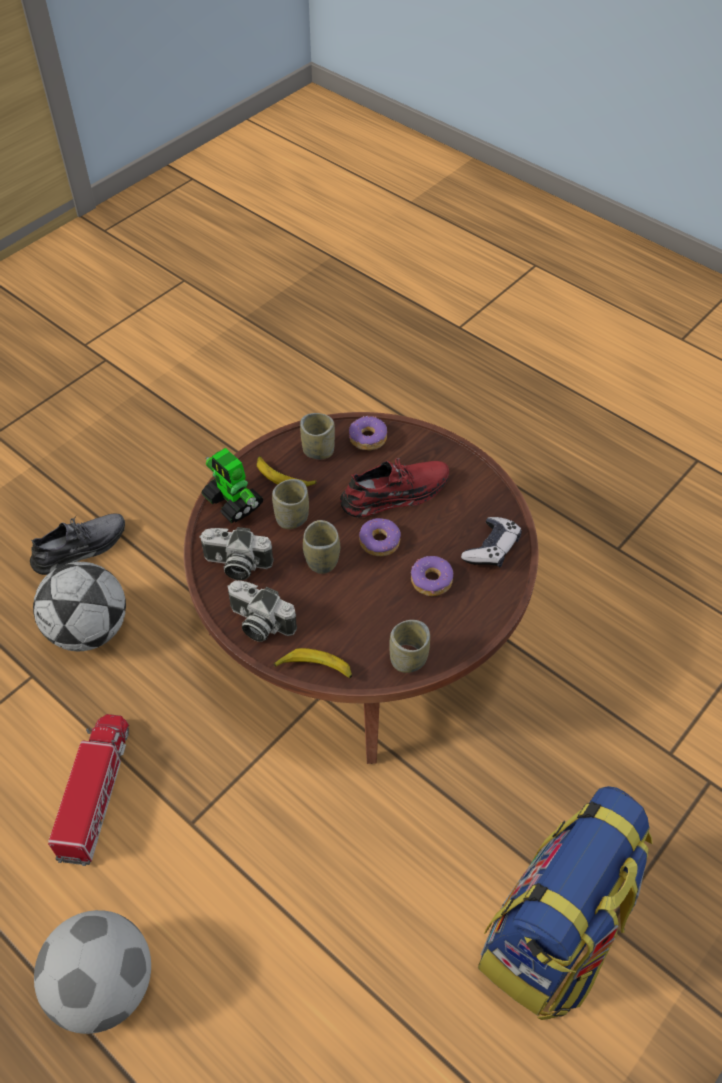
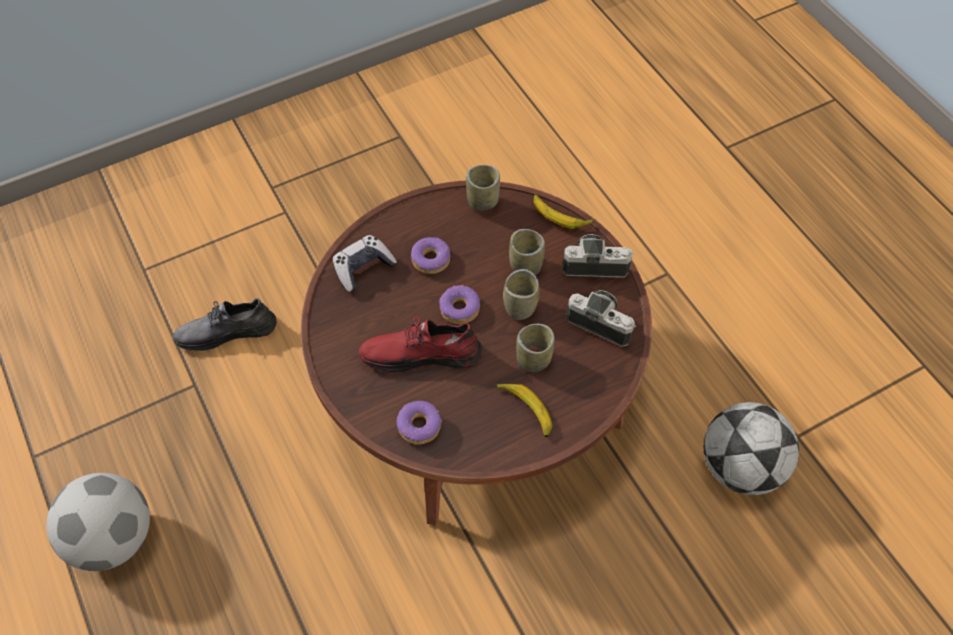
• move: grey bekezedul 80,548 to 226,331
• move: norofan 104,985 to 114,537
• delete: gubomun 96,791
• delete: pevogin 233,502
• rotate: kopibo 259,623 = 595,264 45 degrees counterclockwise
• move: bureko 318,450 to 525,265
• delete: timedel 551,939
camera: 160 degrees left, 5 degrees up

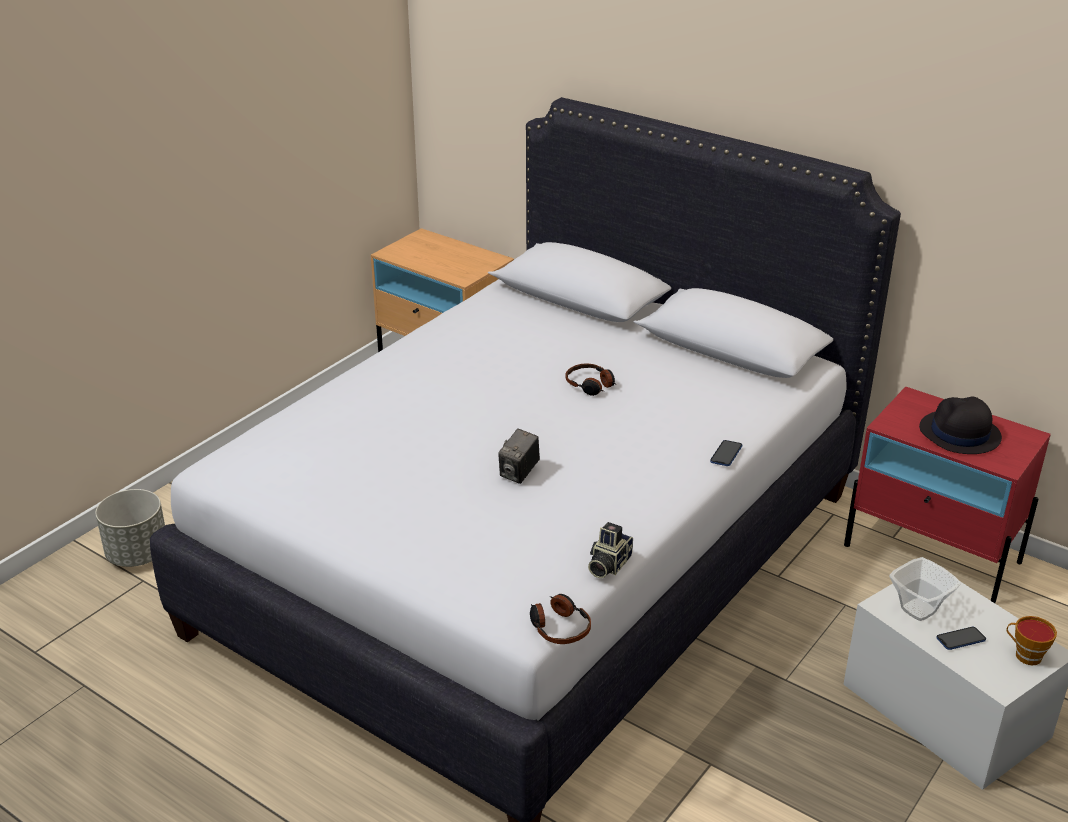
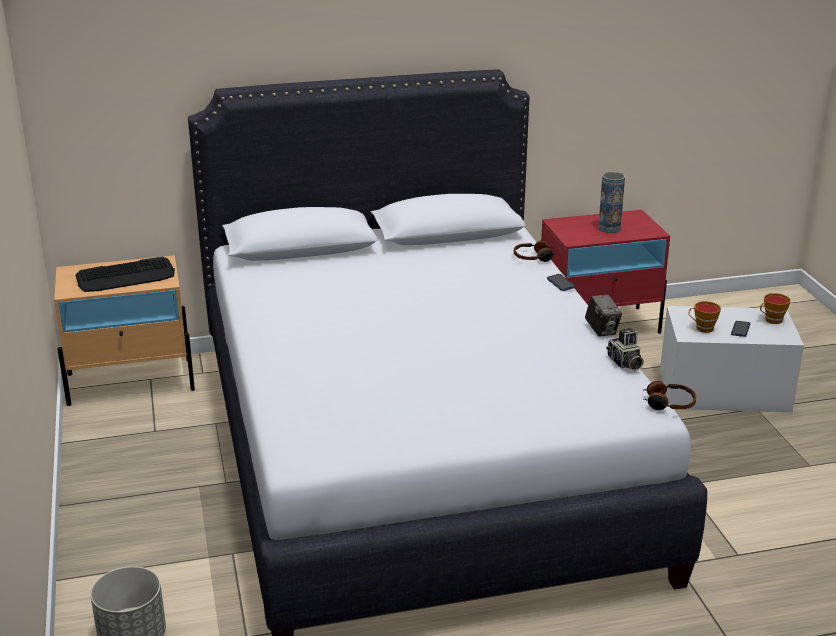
• move: kopibo 519,473 to 602,330
• move: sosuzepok 590,385 to 534,257
• replace: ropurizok 916,609 to bureko 702,328
• replace: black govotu 959,434 to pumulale 609,228
• insert: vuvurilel 126,276
camera: 50 degrees left, 5 degrees down

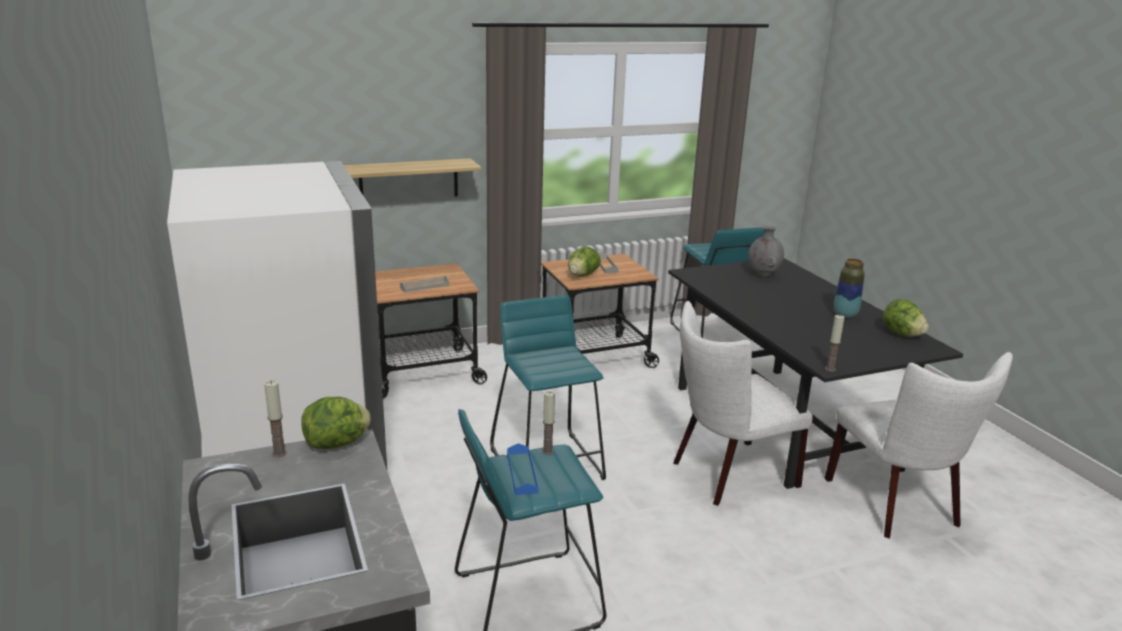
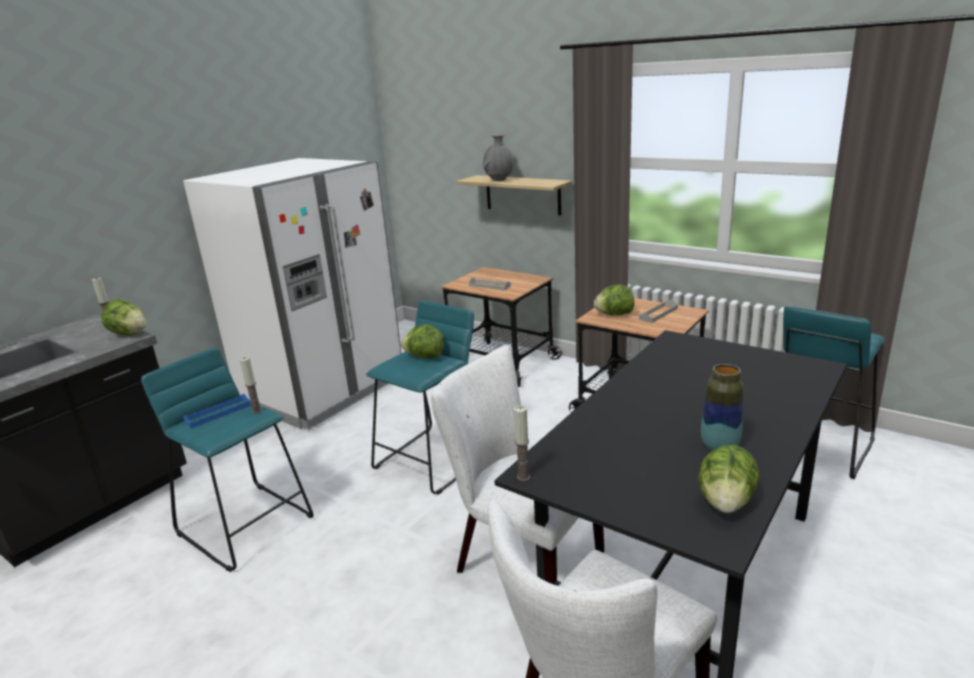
• move: grey pumulale 763,274 to 499,180
• insert: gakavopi 424,357
camera: 60 degrees right, 0 degrees up

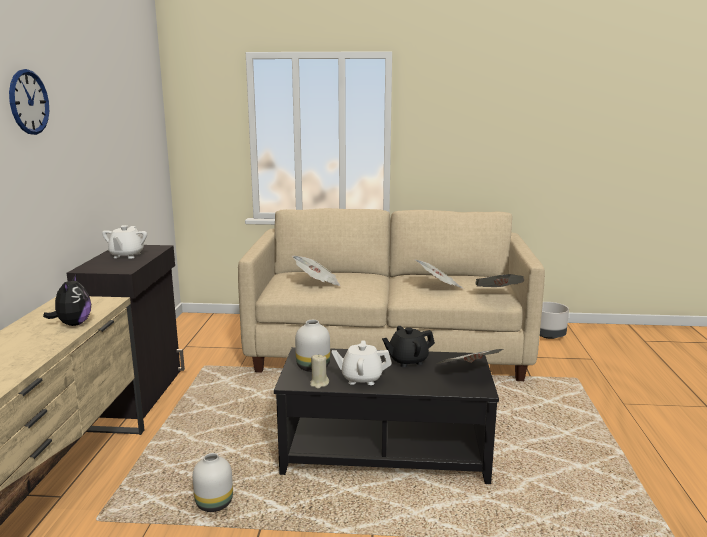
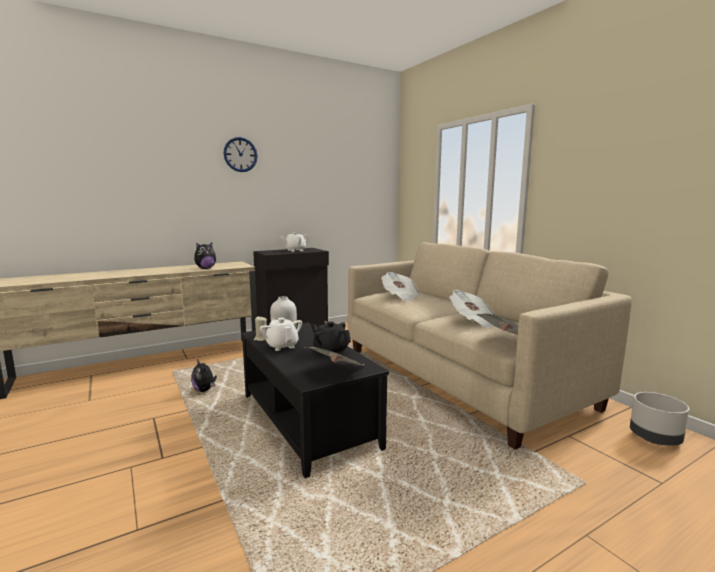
• replace: white pumulale 215,503 to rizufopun 204,390
camera: 55 degrees right, 5 degrees down

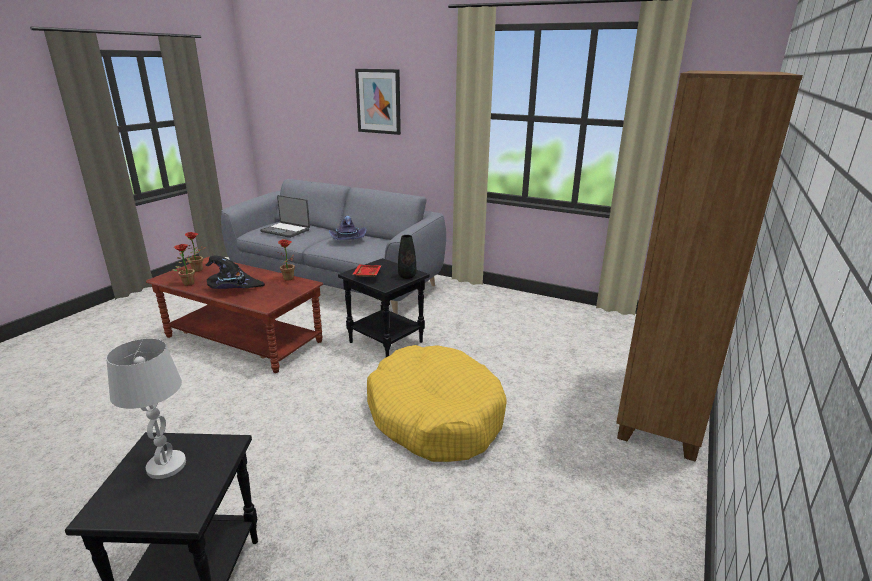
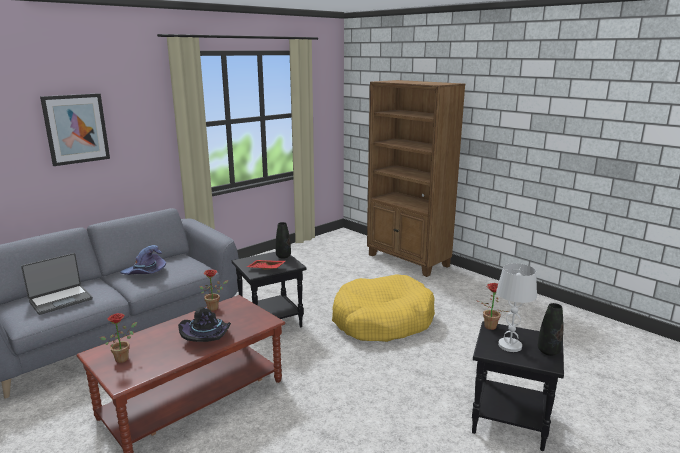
• move: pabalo 187,283 to 488,327
• insert: black pumulale 548,351
camera: 70 degrees left, 5 degrees down

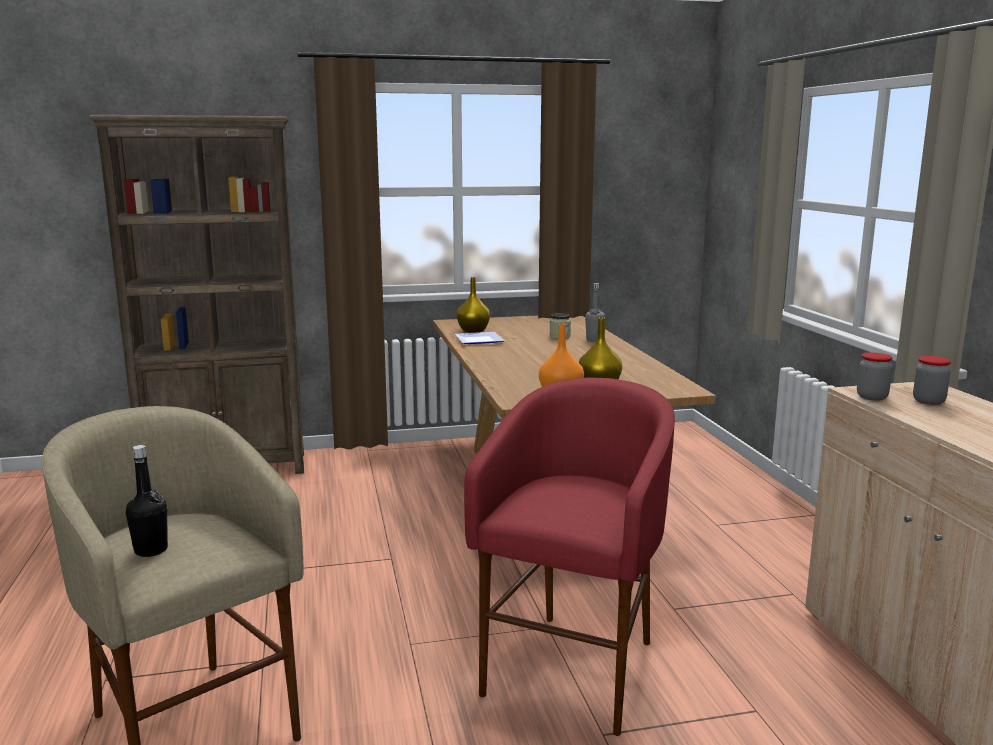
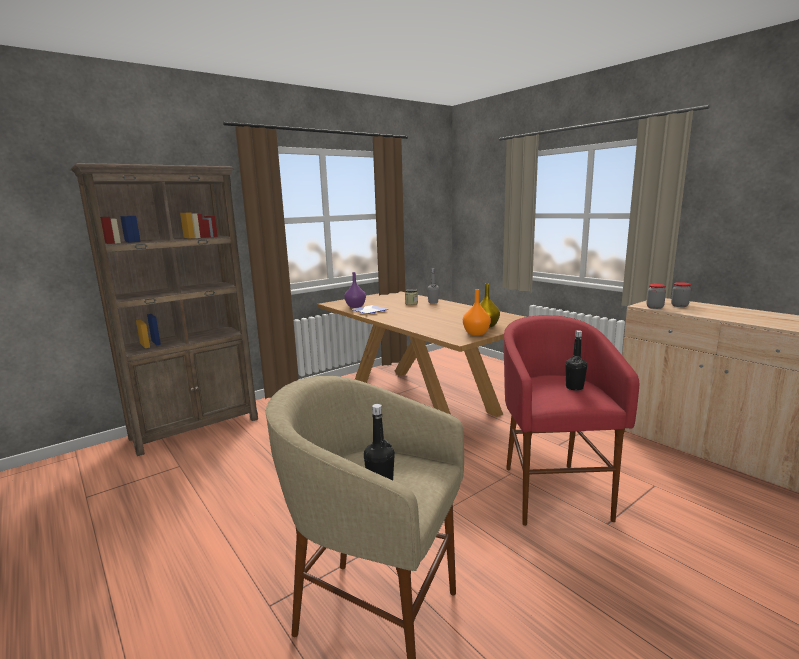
• recolor: yellow pumulale 473,331 to purple pumulale 356,306
• insert: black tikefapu 574,387
camera: 25 degrees left, 0 degrees up

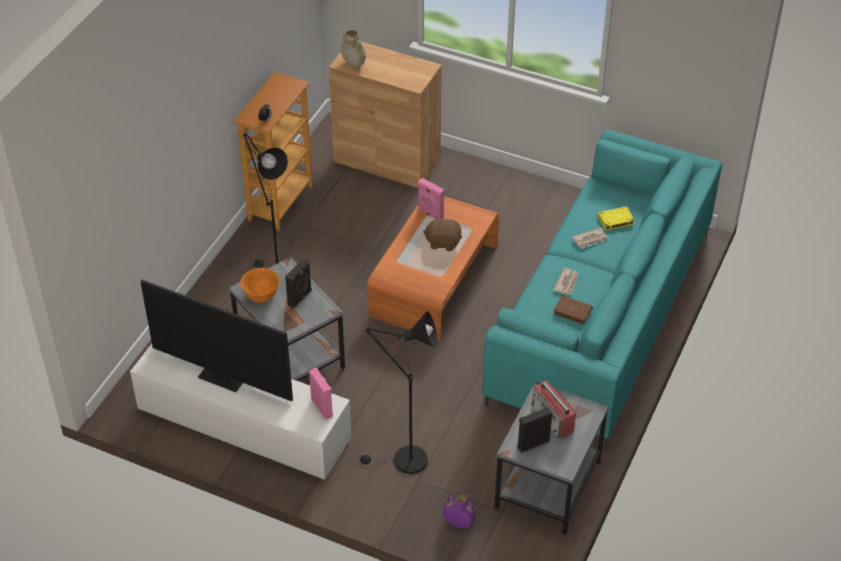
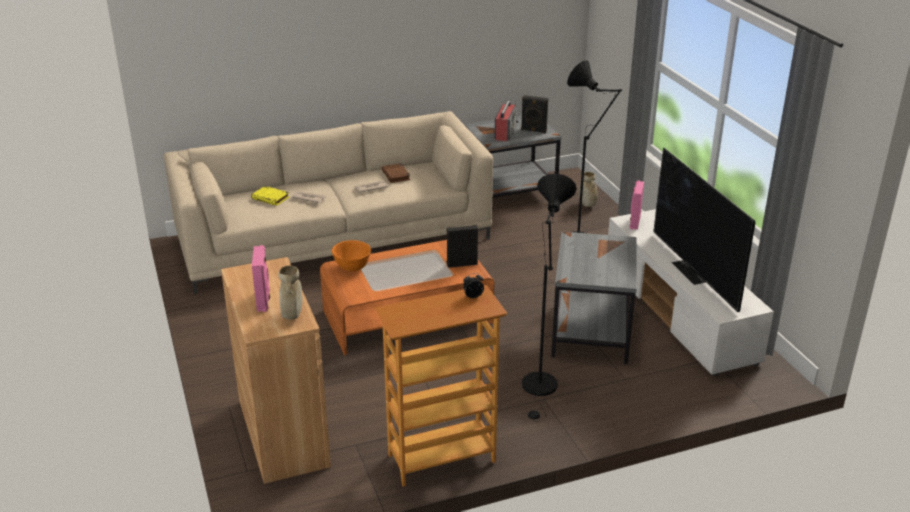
• move: orange ropurizok 261,295 to 352,267
• move: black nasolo 300,298 to 462,264
• move: pink nasolo 430,214 to 264,301
• delete: brown rizufopun 443,242
• recolor: purple pumulale 458,523 to beige pumulale 587,205
• recolor: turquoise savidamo 601,314 to beige savidamo 334,237
camera: 135 degrees left, 15 degrees down

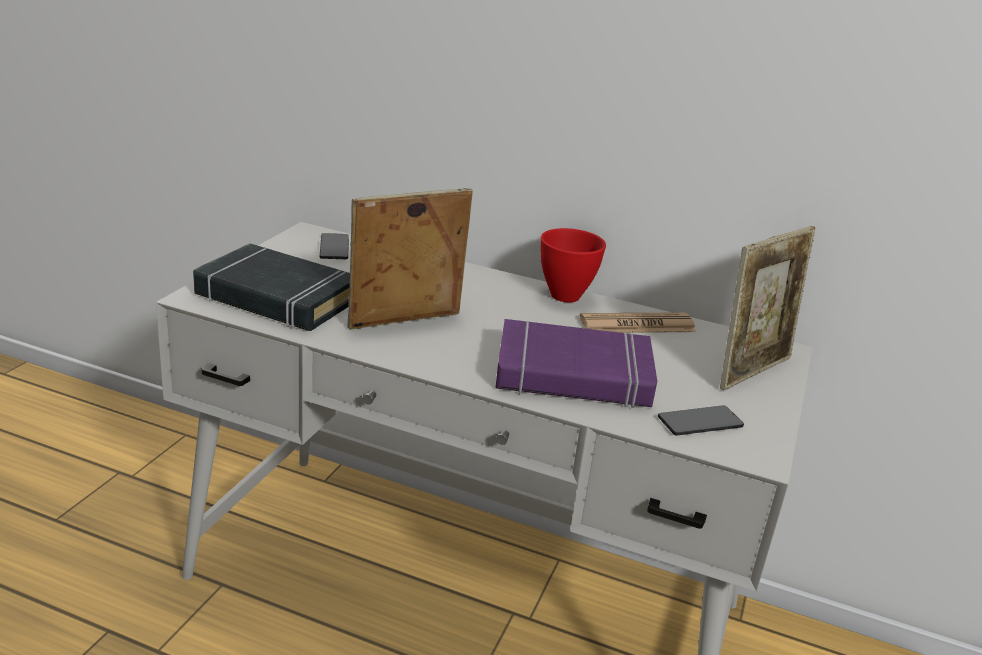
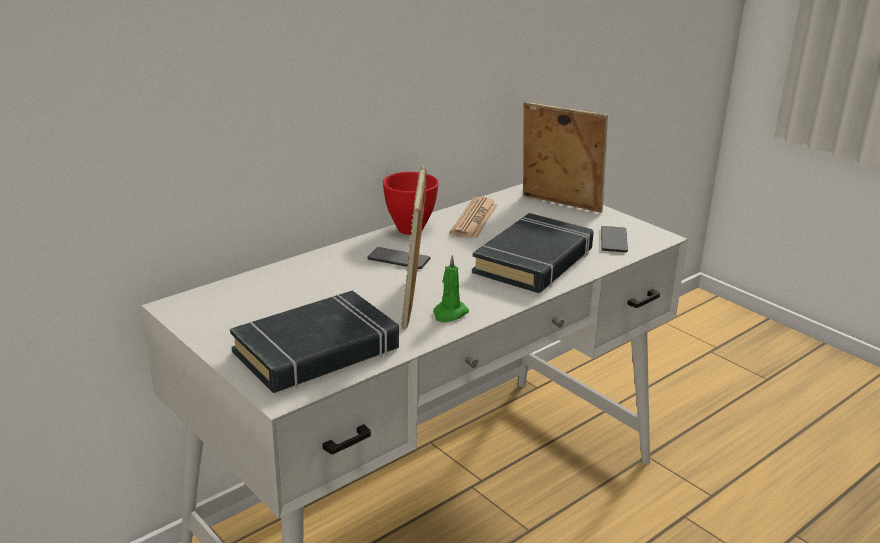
• move: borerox 334,247 to 399,259
• recolor: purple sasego 573,375 to black sasego 534,261
• rotate: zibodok 752,371 = 559,205 45 degrees counterclockwise
• insert: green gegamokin 449,313
camera: 60 degrees left, 0 degrees up

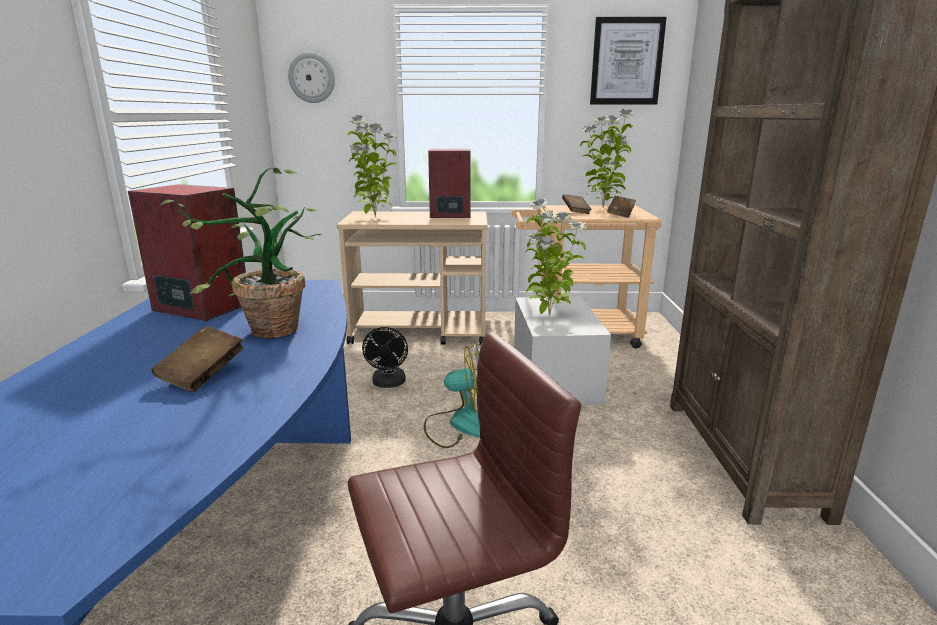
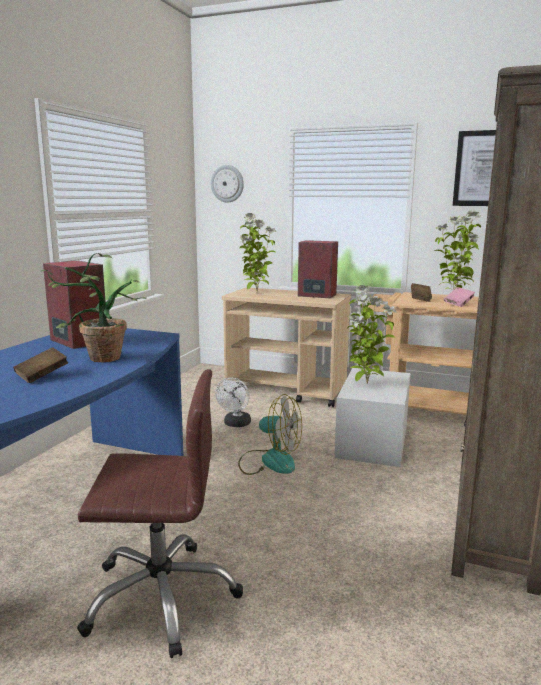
• recolor: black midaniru 388,384 to white midaniru 235,424
• recolor: brown sasego 621,214 to pink sasego 458,304
camera: 20 degrees right, 5 degrees down

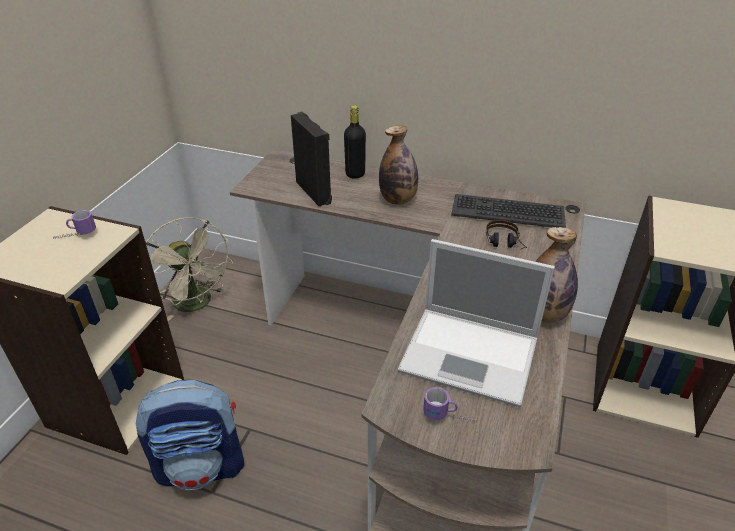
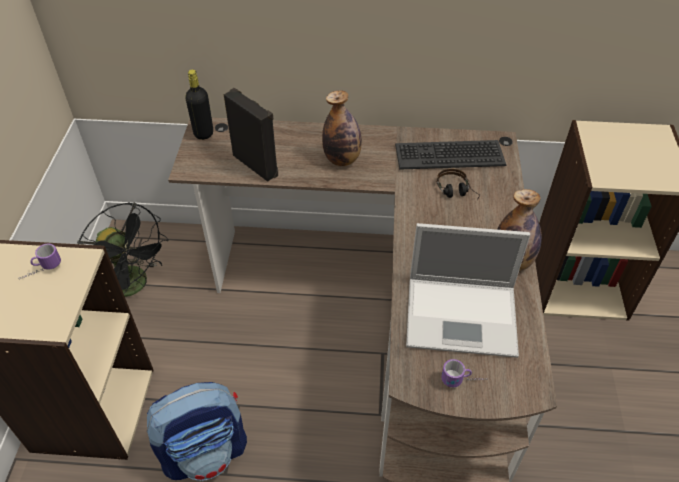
• recolor: beige midaniru 197,304 to black midaniru 135,285
• move: black tikefapu 355,174 to 203,133
camera: 15 degrees left, 10 degrees up

